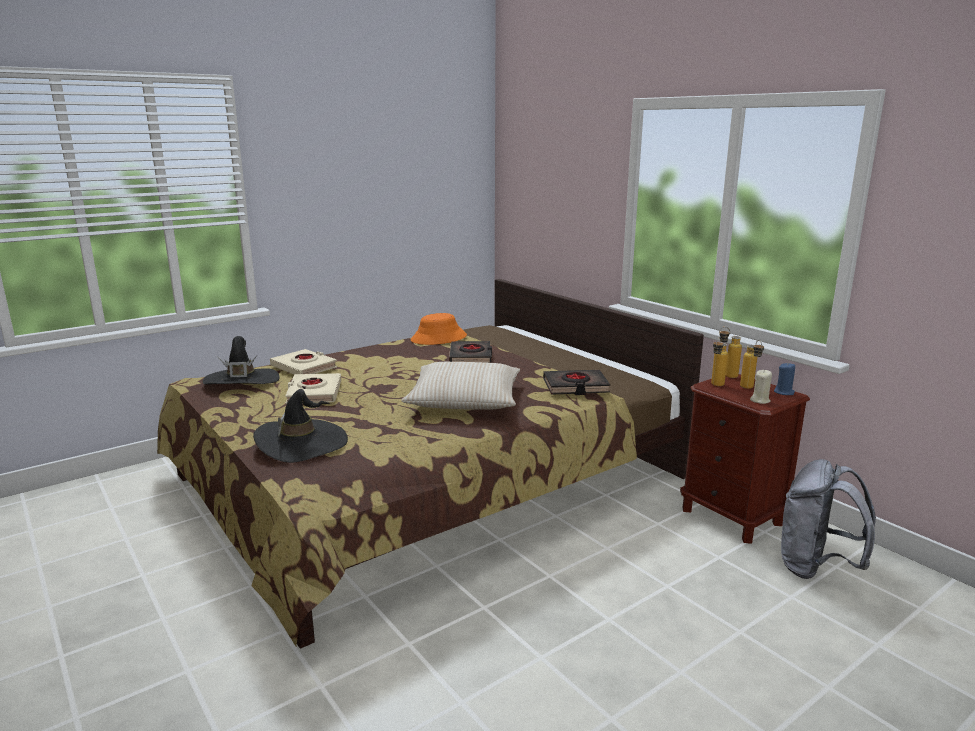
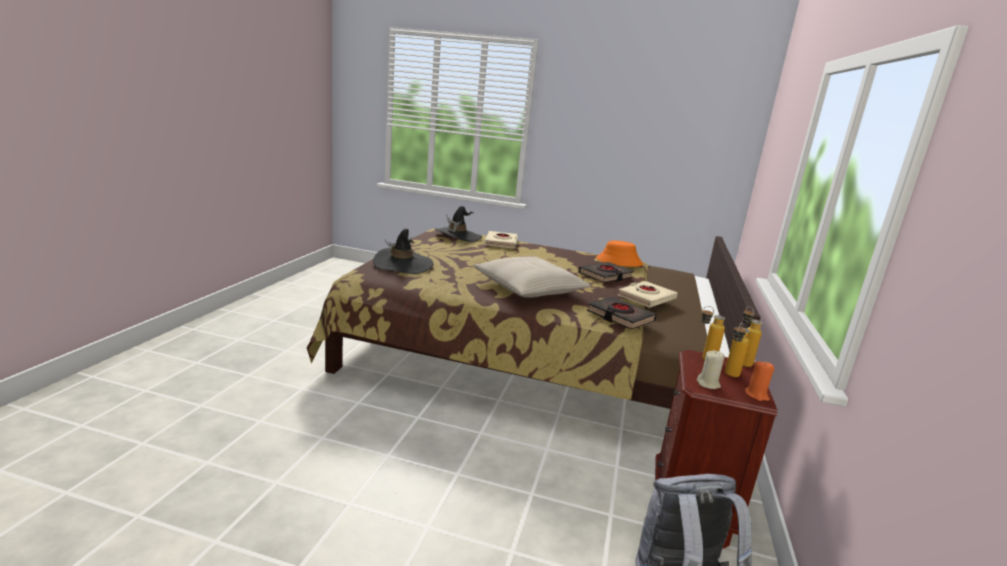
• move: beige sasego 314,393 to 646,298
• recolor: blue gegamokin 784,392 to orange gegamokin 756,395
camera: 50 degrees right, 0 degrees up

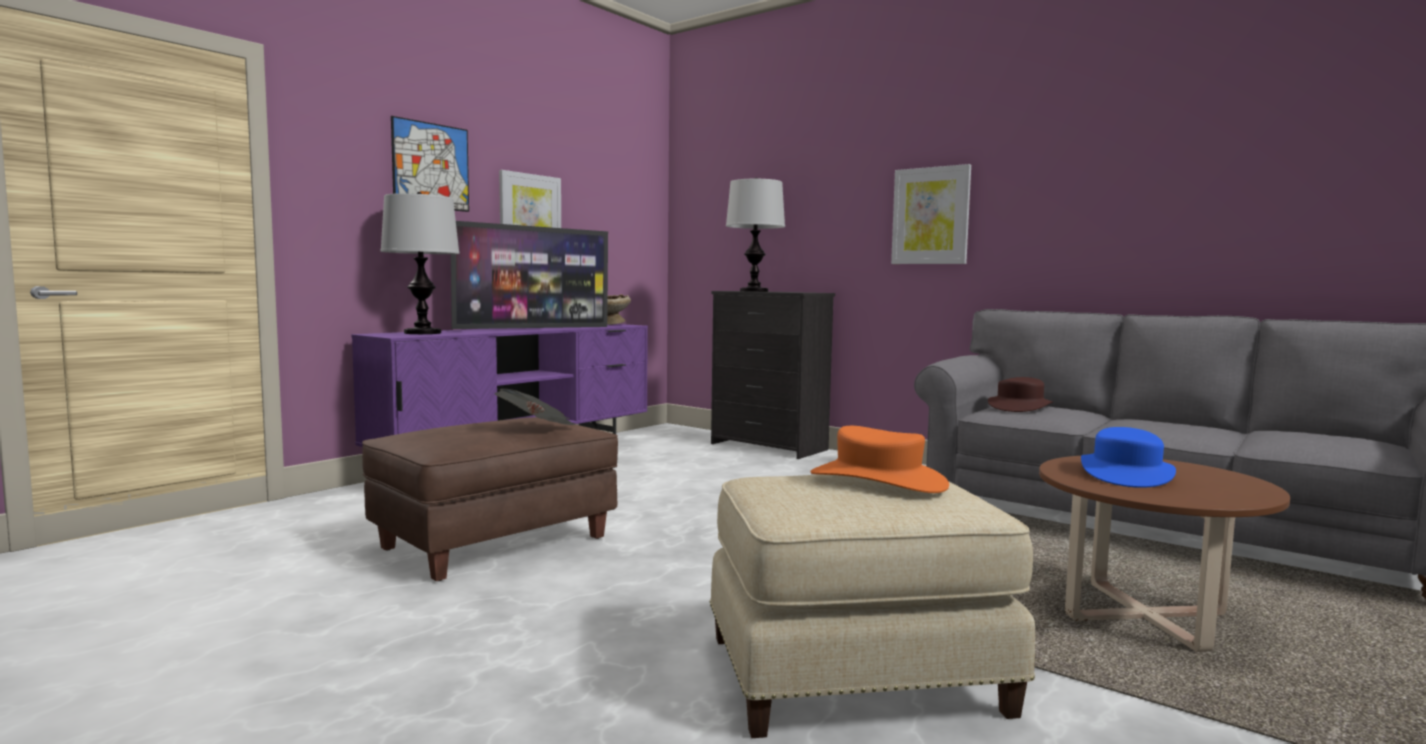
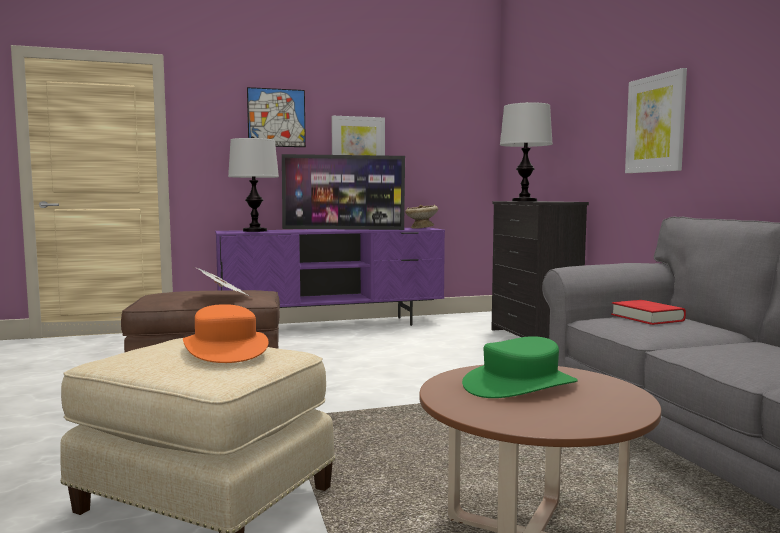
• replace: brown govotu 1019,407 to red sasego 647,318
• recolor: blue govotu 1126,473 to green govotu 520,385
camera: 35 degrees right, 0 degrees up

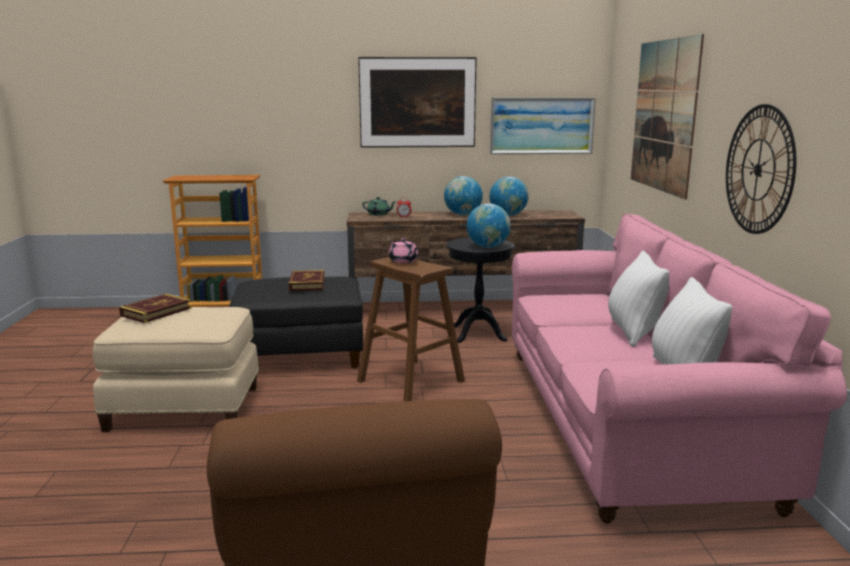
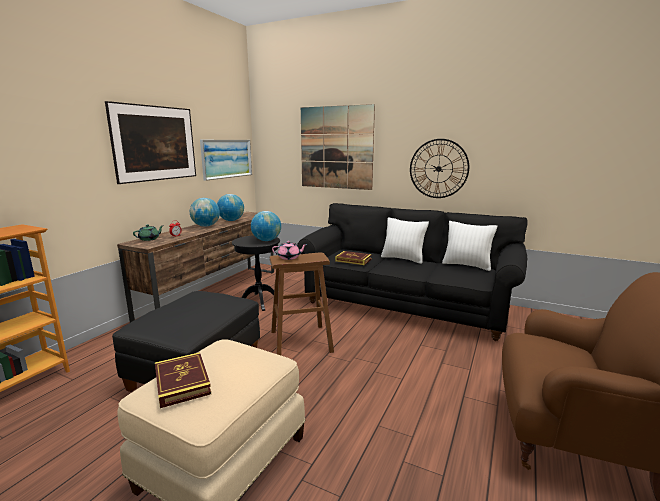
• move: sasego 307,284 to 353,260
• recolor: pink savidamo 624,421 to black savidamo 406,305
camera: 60 degrees left, 0 degrees up

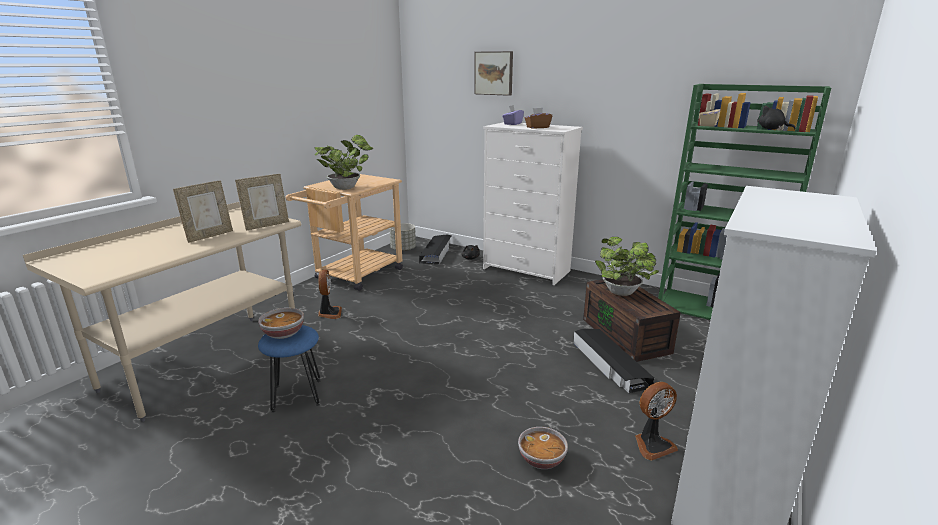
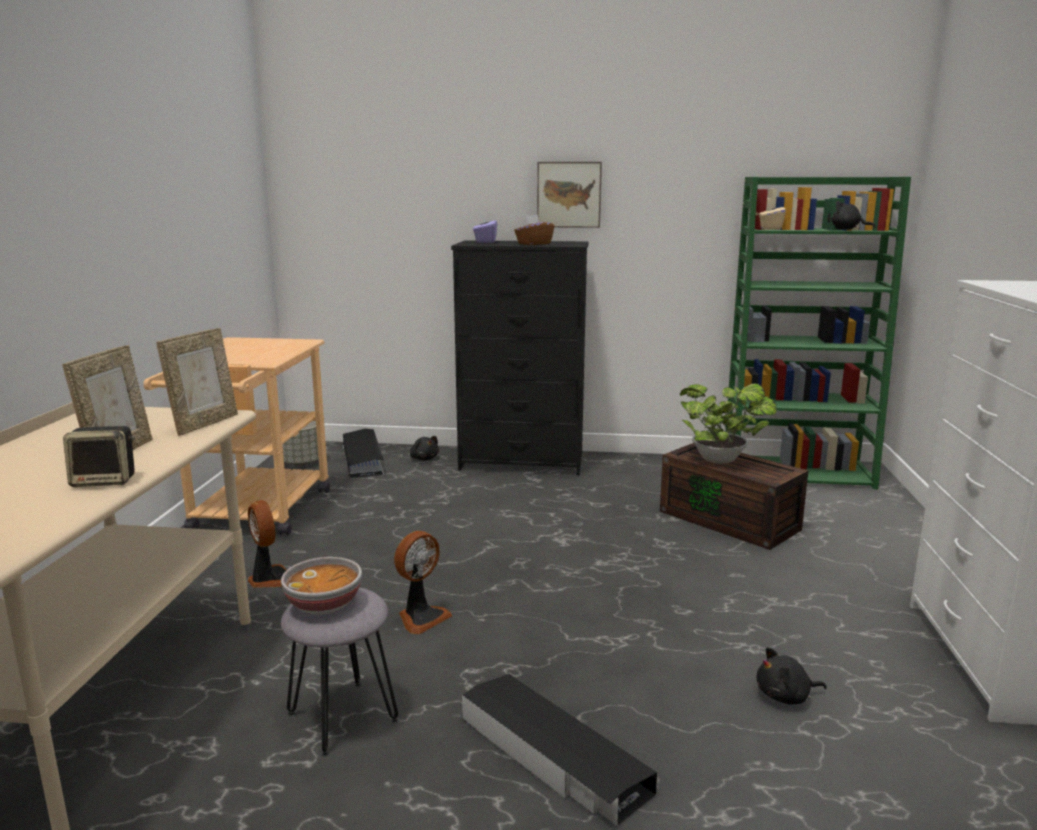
• recolor: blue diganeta 296,395 to grey diganeta 343,717
• delete: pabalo 347,187
• move: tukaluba 494,73 to 569,194
• recolor: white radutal 527,270 to black radutal 523,462
• replace: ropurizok 541,460 to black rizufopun 786,696
• move: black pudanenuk 609,364 to 553,756
• move: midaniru 652,444 to 421,617
• insert: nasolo 106,481
camera: 25 degrees left, 5 degrees down

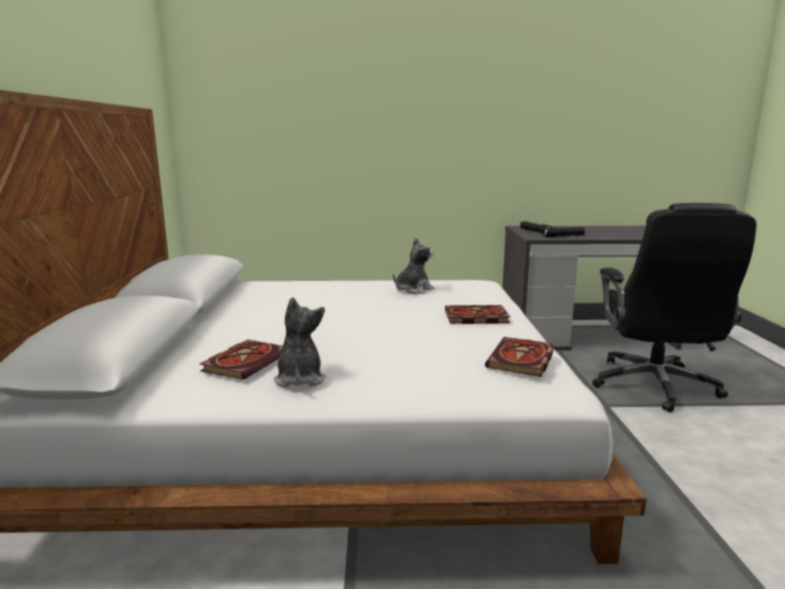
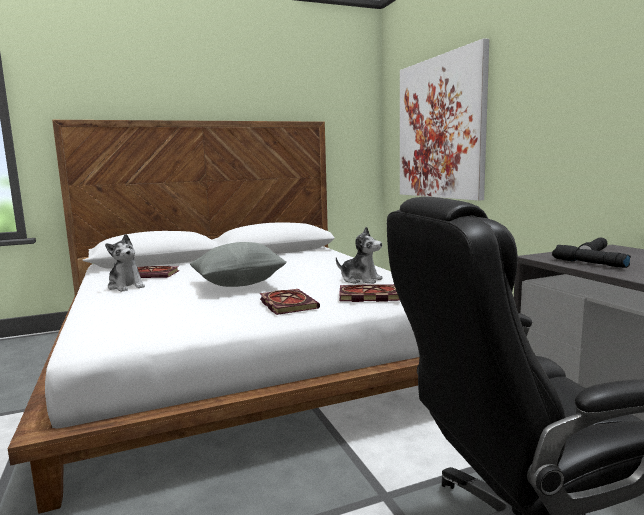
• rotate: rizufopun 299,379 = 126,286 75 degrees clockwise
• move: sasego 522,360 to 367,296
• insert: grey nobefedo 239,284
• insert: tukaluba 440,128
camera: 70 degrees right, 5 degrees down

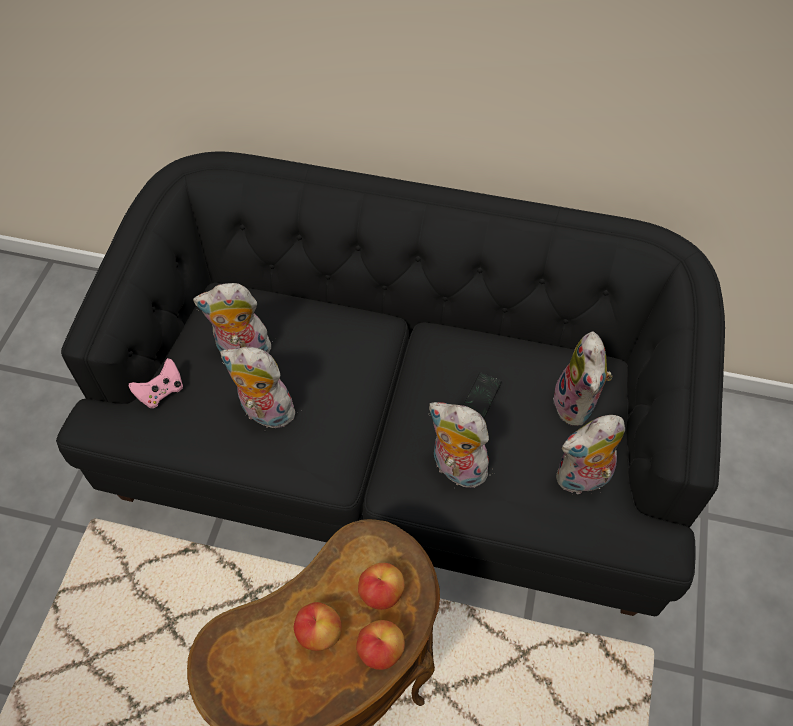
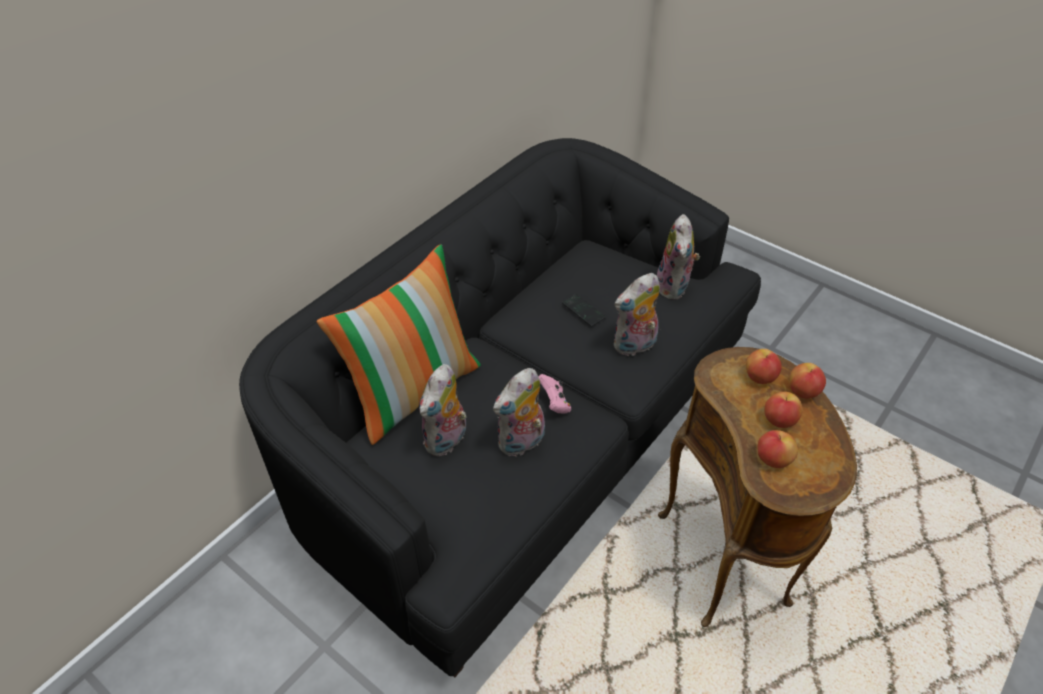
• move: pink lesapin 161,392 to 554,403
• delete: rizufopun 577,405
• insert: nobefedo 413,390
• insert: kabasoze 773,459
camera: 65 degrees left, 10 degrees down

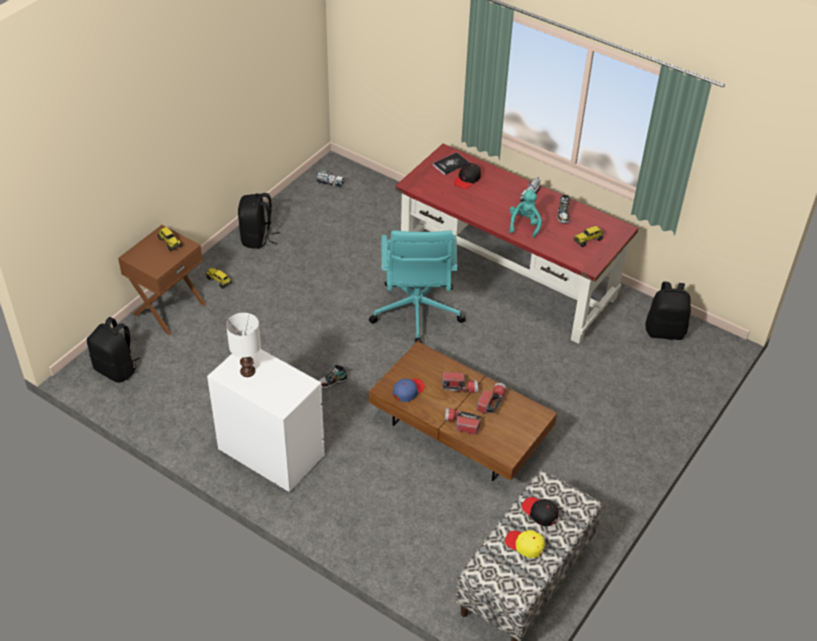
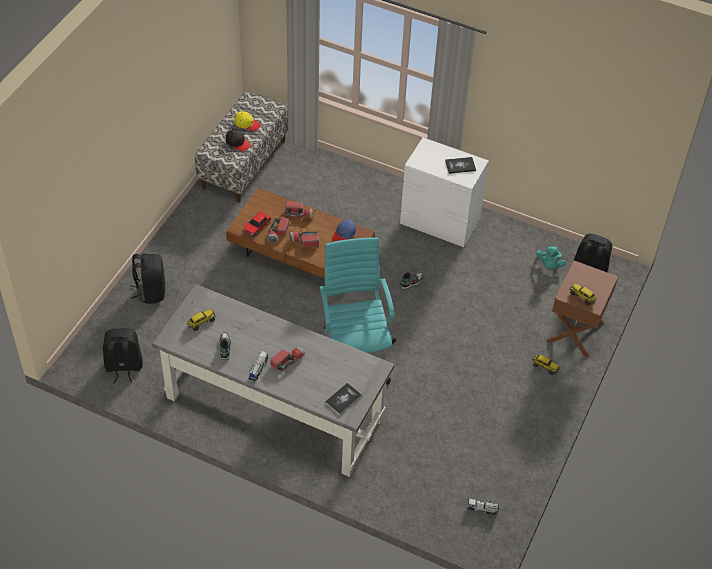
• replace: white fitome 248,372 to sasego 460,166
• move: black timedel 257,238 to 151,291
• recolor: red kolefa 508,277 to grey kolefa 273,408
• delete: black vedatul 467,179
• move: turquoise rizufopun 524,225 to 549,265
• insert: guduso 256,226
• insert: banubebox 287,361
camera: 170 degrees right, 5 degrees up

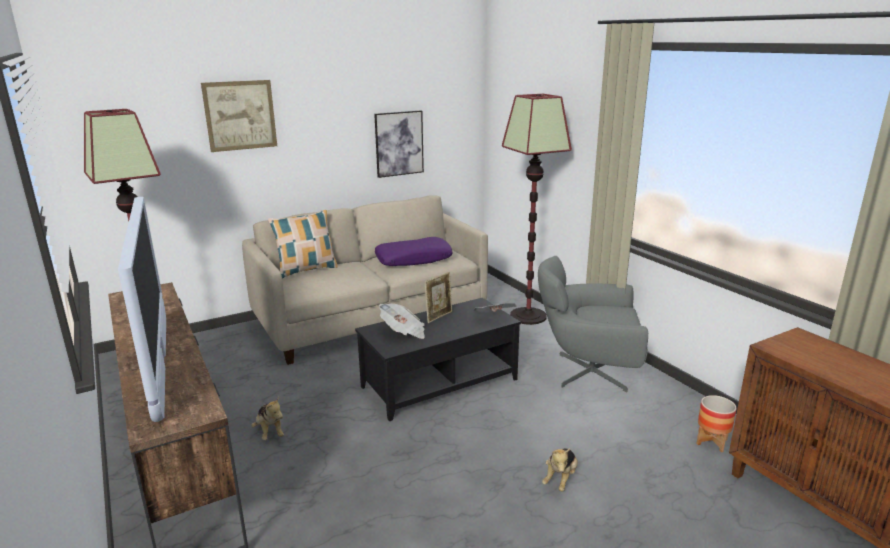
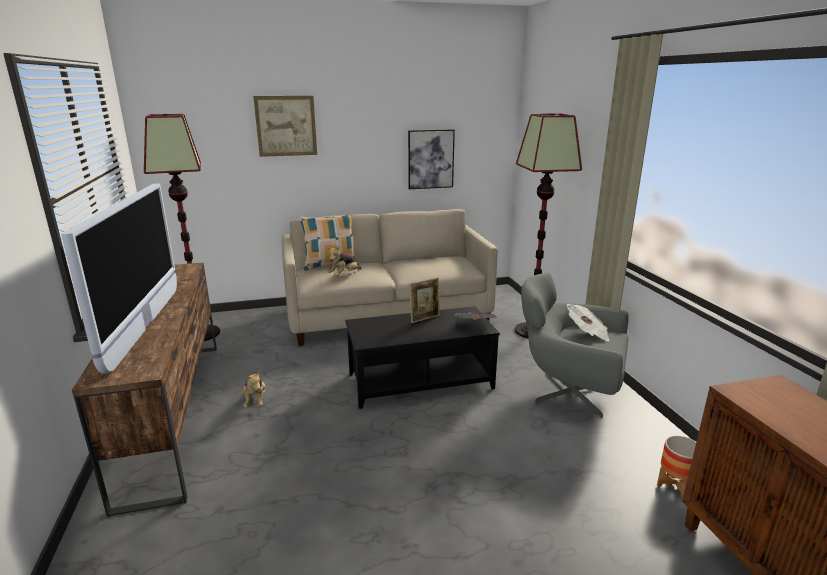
• delete: purple nobefedo 413,259
• move: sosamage 403,332 to 587,333
• move: rizufopun 560,479 to 344,275
camera: 15 degrees right, 0 degrees up

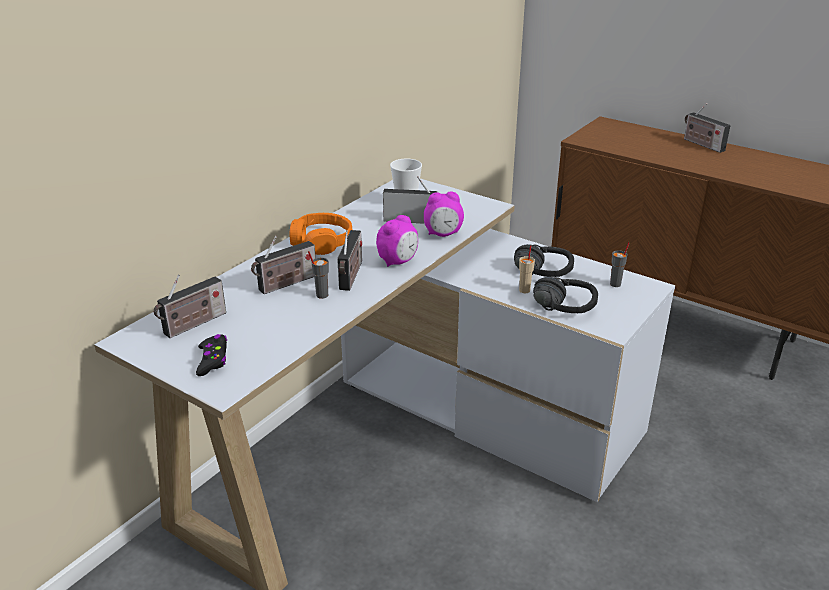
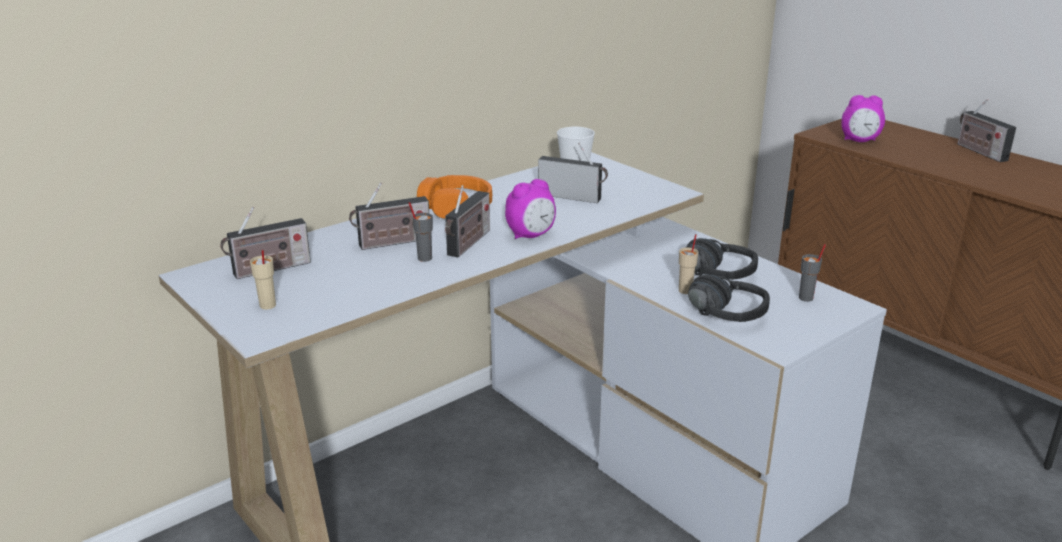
• replace: black lesapin 213,360 to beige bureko 267,306
• move: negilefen 443,234 to 859,141
camera: 15 degrees right, 5 degrees down

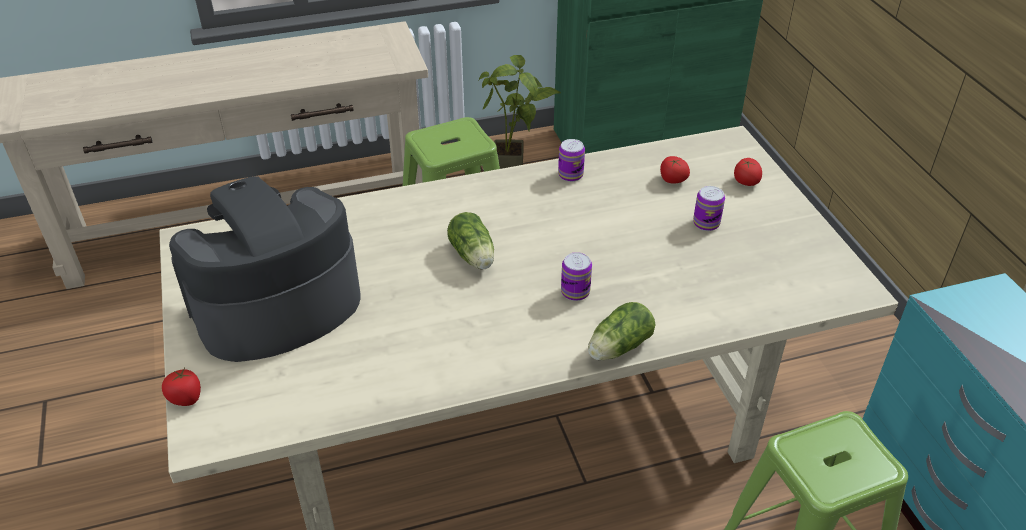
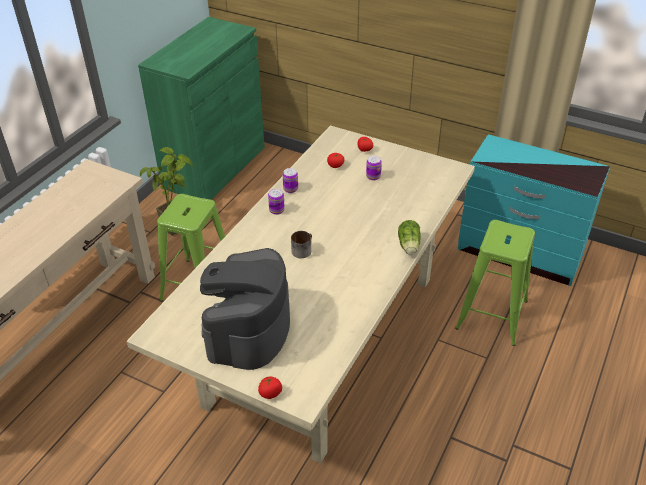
• replace: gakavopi 473,257 to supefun 302,250
• move: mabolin 575,292 to 276,210
camera: 45 degrees left, 0 degrees up

